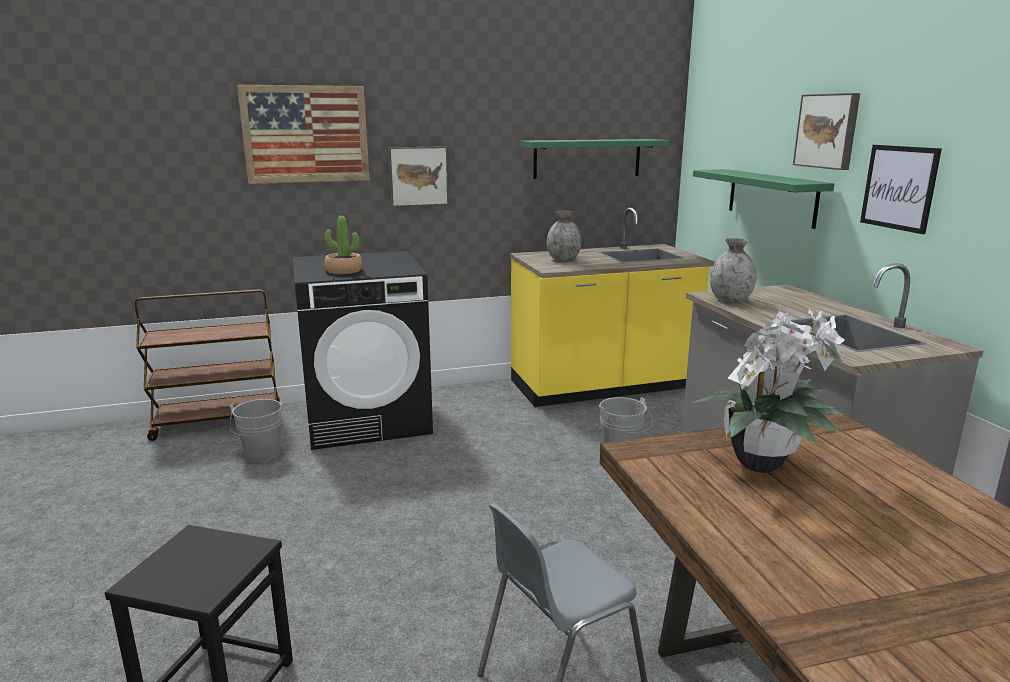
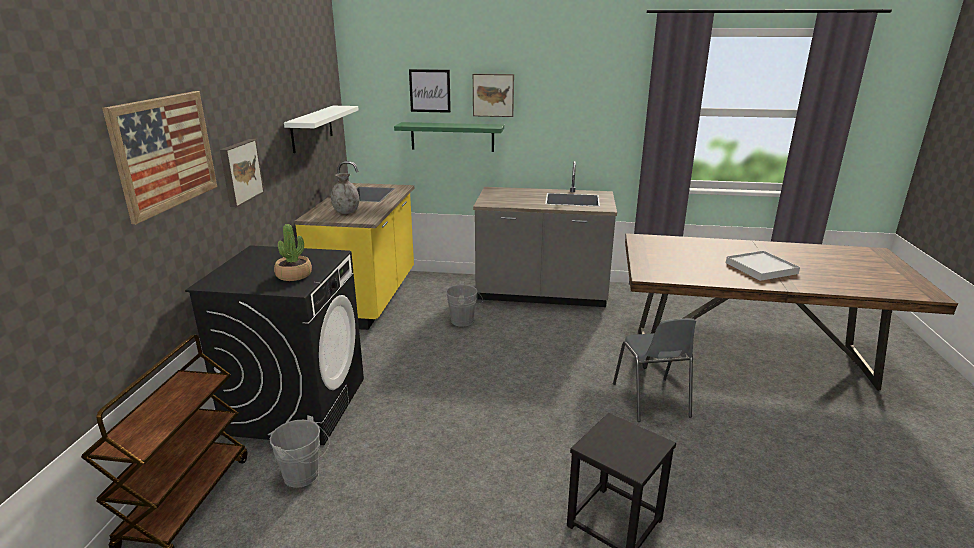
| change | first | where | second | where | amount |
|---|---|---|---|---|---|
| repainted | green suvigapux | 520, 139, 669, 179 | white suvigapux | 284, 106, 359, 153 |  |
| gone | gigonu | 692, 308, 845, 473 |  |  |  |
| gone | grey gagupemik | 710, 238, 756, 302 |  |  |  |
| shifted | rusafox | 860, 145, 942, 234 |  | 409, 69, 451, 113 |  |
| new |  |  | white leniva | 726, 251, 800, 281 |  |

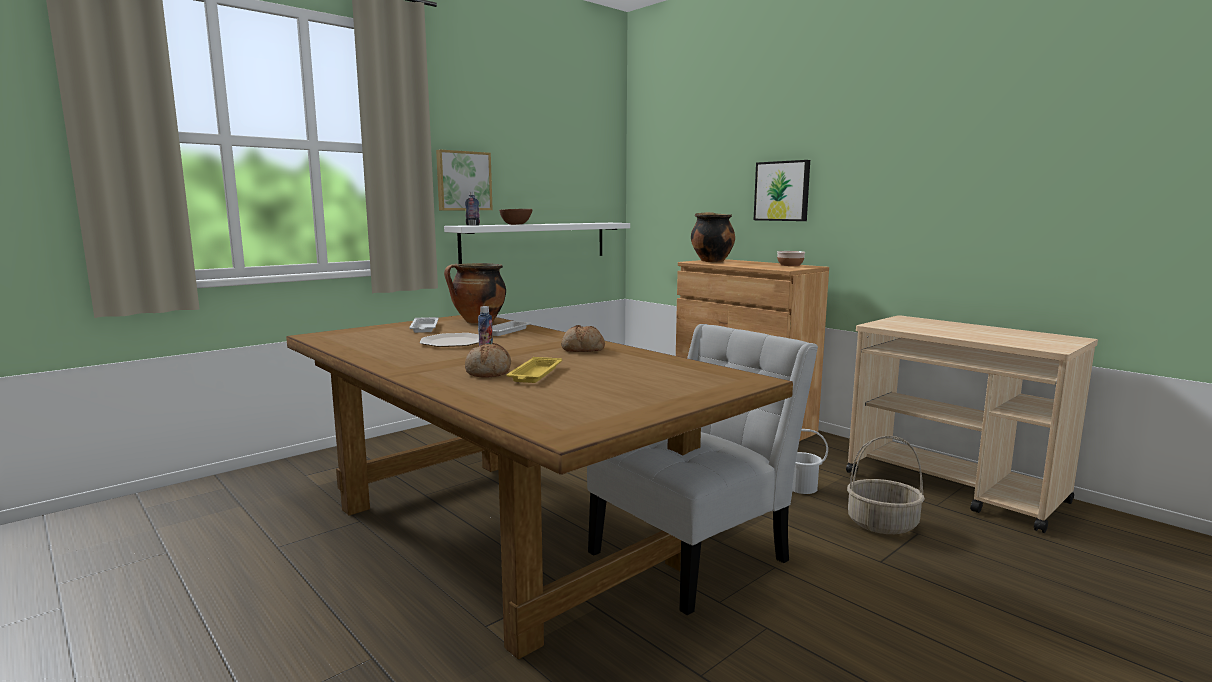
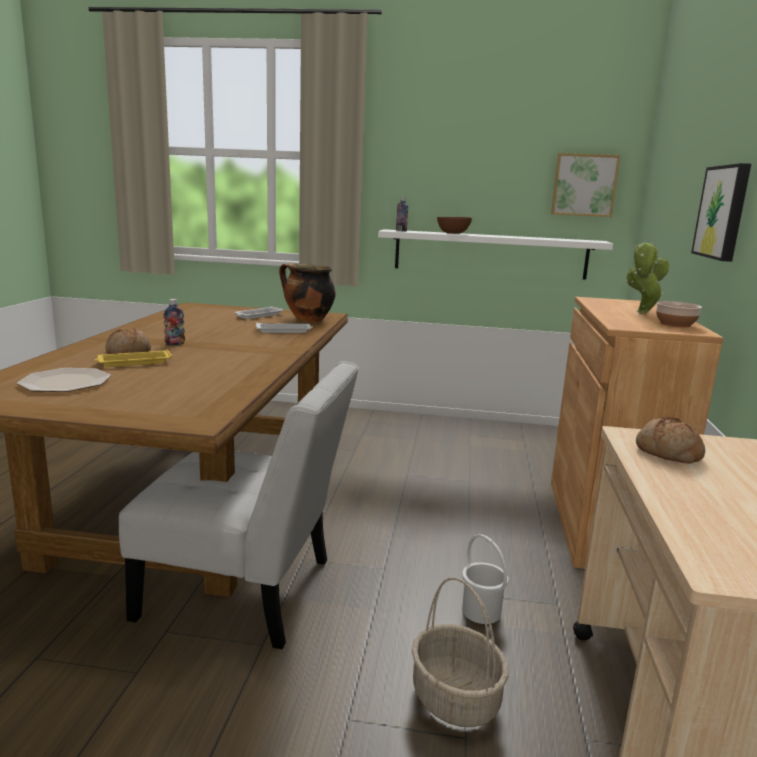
| change | first | where | second | where | amount |
|---|---|---|---|---|---|
| shifted | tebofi | 420, 333, 479, 347 |  | 17, 368, 111, 392 |  |
| shifted | rusafox | 436, 150, 493, 210 |  | 551, 153, 621, 217 |  |
| shifted | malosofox | 561, 325, 605, 352 |  | 636, 417, 705, 464 |  |
| gone | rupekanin | 691, 212, 735, 262 |  |  |  |
| new |  |  | gigonu | 626, 242, 669, 313 |  |

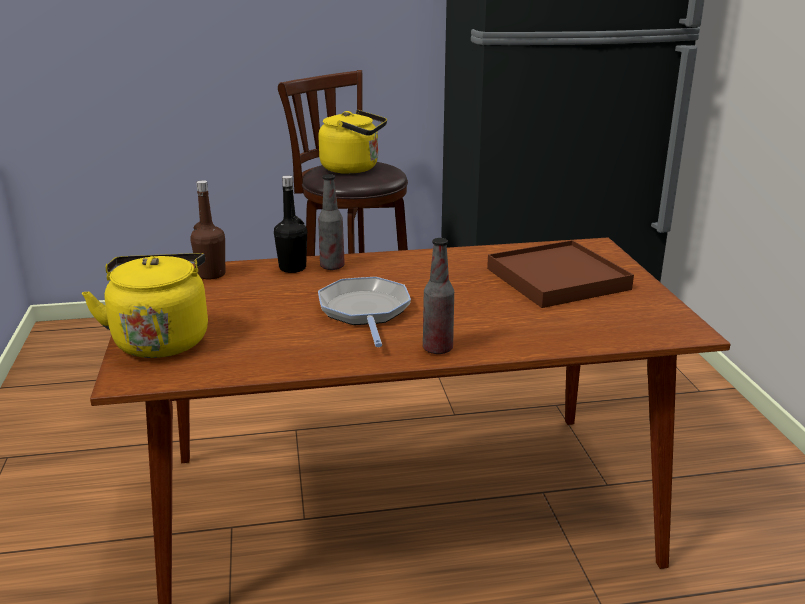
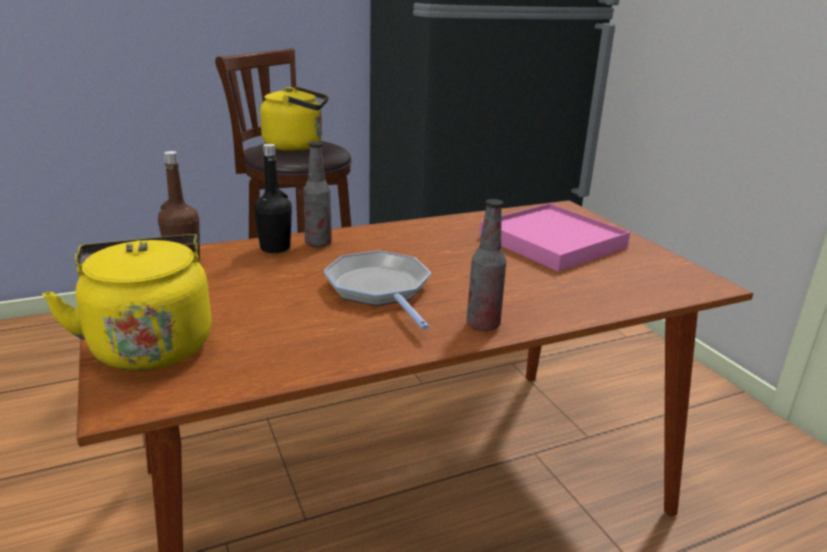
| change | first | where | second | where | amount |
|---|---|---|---|---|---|
| repainted | brown leniva | 487, 240, 634, 308 | pink leniva | 479, 203, 630, 272 |  |

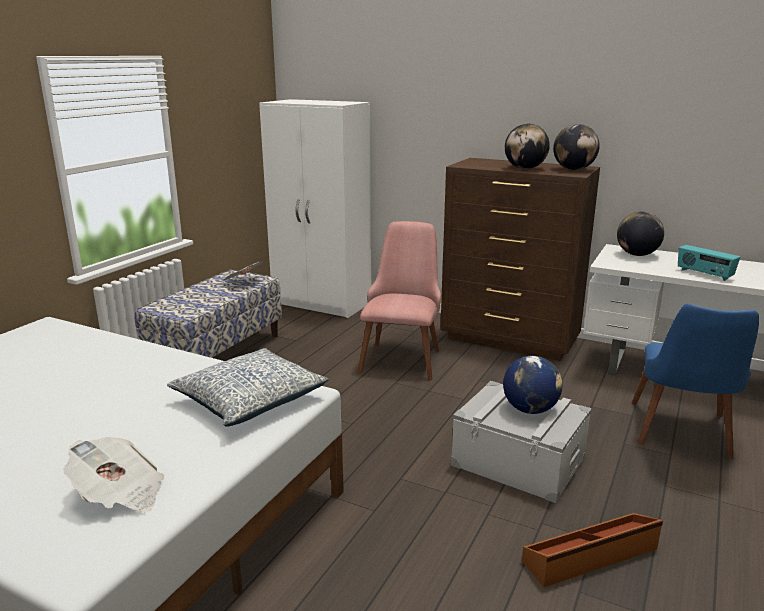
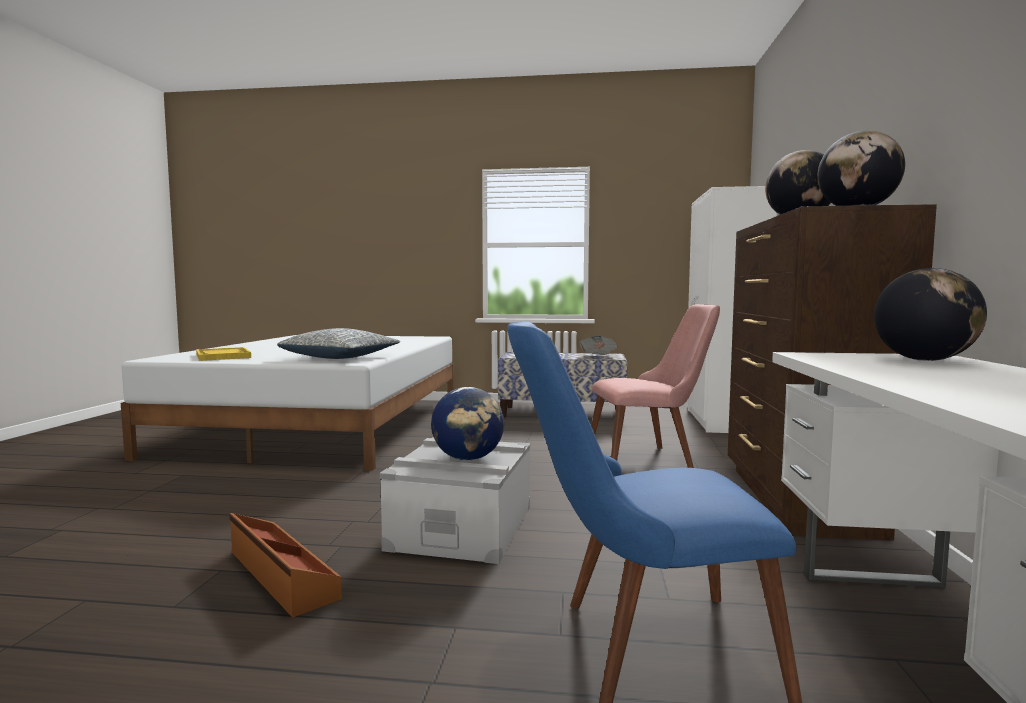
| change | first | where | second | where | amount |
|---|---|---|---|---|---|
| swapped | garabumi | 63, 437, 165, 512 | yellow leniva | 196, 347, 251, 361 |  |
| gone | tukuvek | 678, 245, 740, 281 |  |  |  |

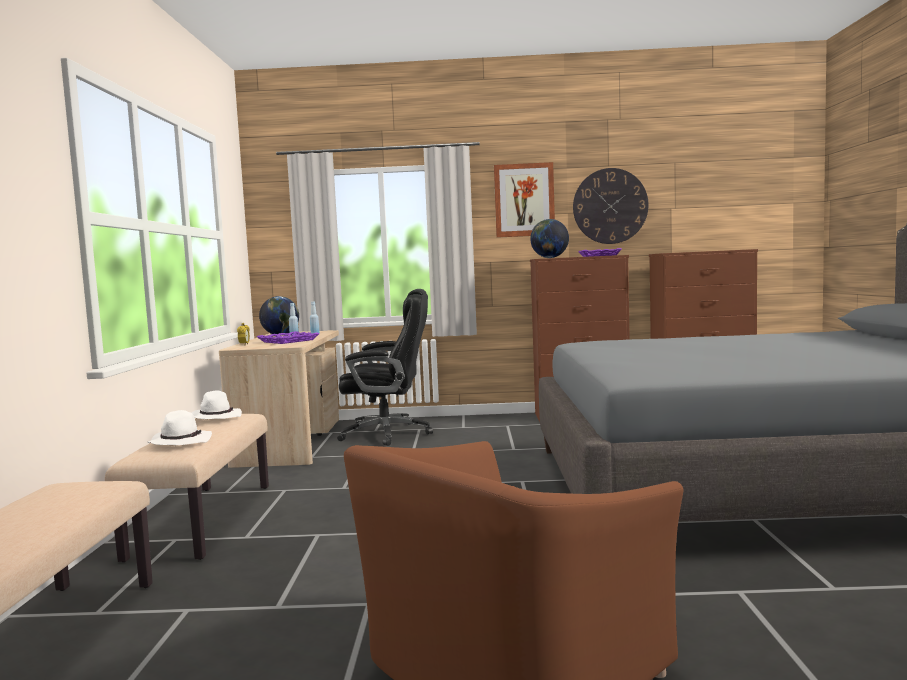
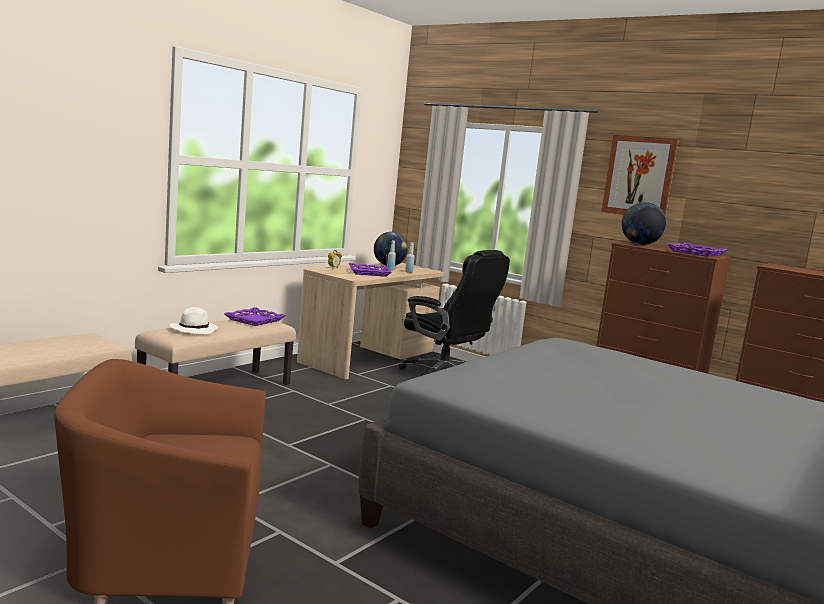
| change | first | where | second | where | amount |
|---|---|---|---|---|---|
| swapped | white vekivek | 192, 390, 242, 419 | purple leniva | 224, 307, 286, 326 |  |
| gone | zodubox | 573, 168, 649, 244 |  |  |  |

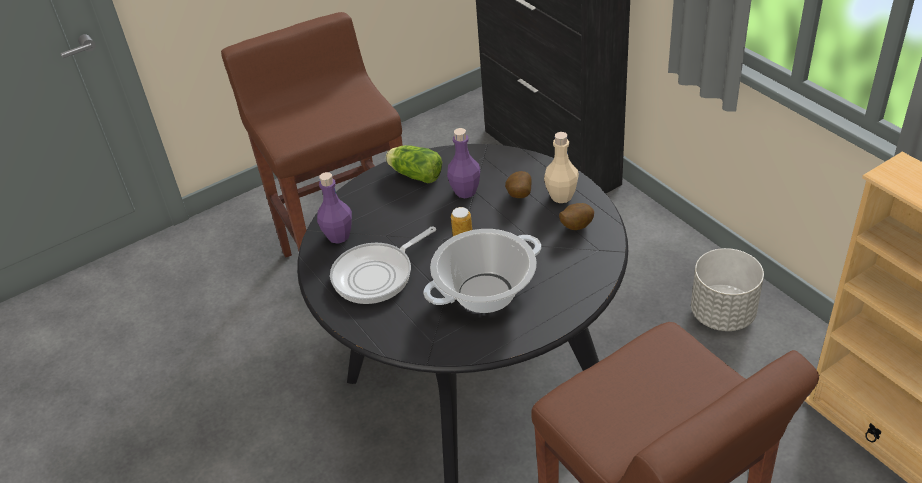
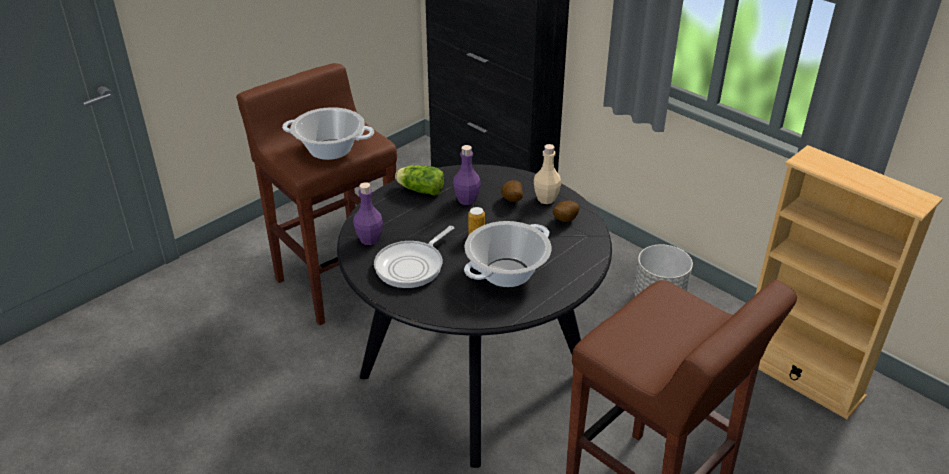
| change | first | where | second | where | amount |
|---|---|---|---|---|---|
| new |  |  | rupekanin | 282, 107, 374, 160 |  |

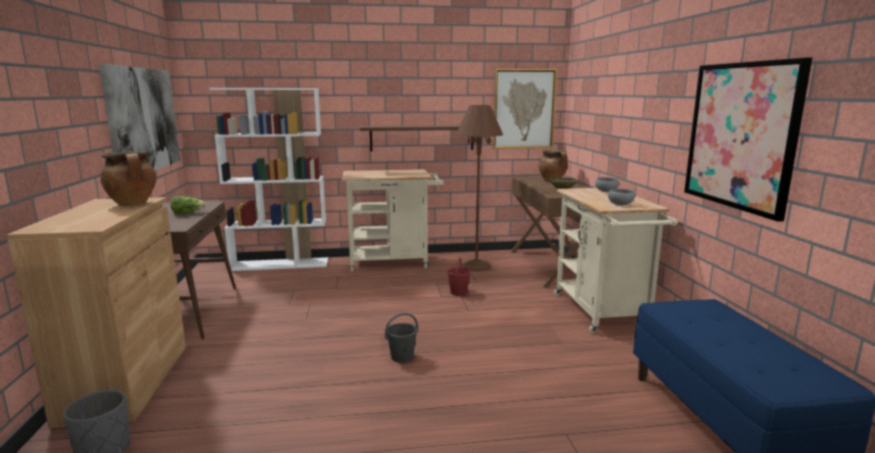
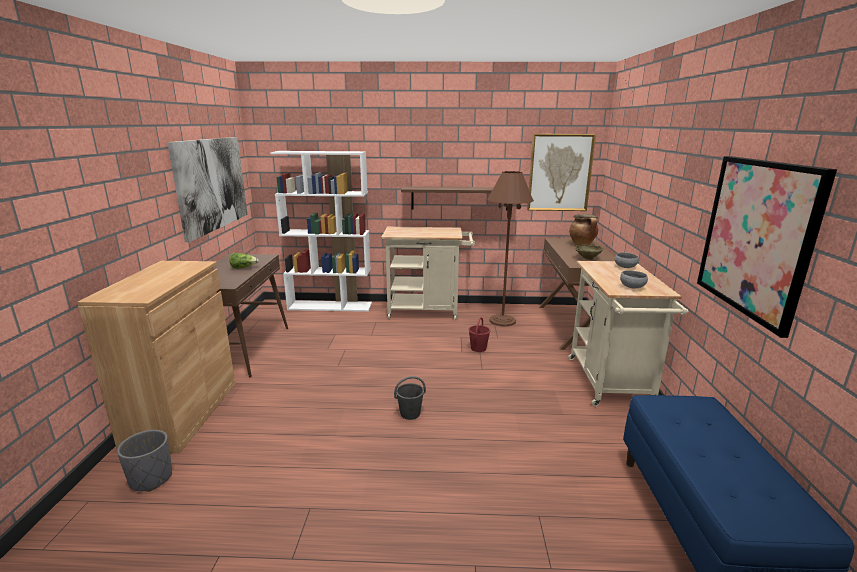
| change | first | where | second | where | amount |
|---|---|---|---|---|---|
| gone | rupekanin | 100, 151, 156, 206 |  |  |  |

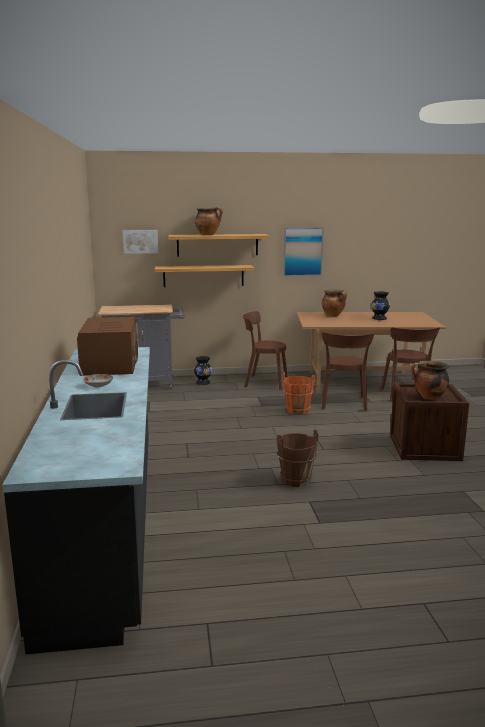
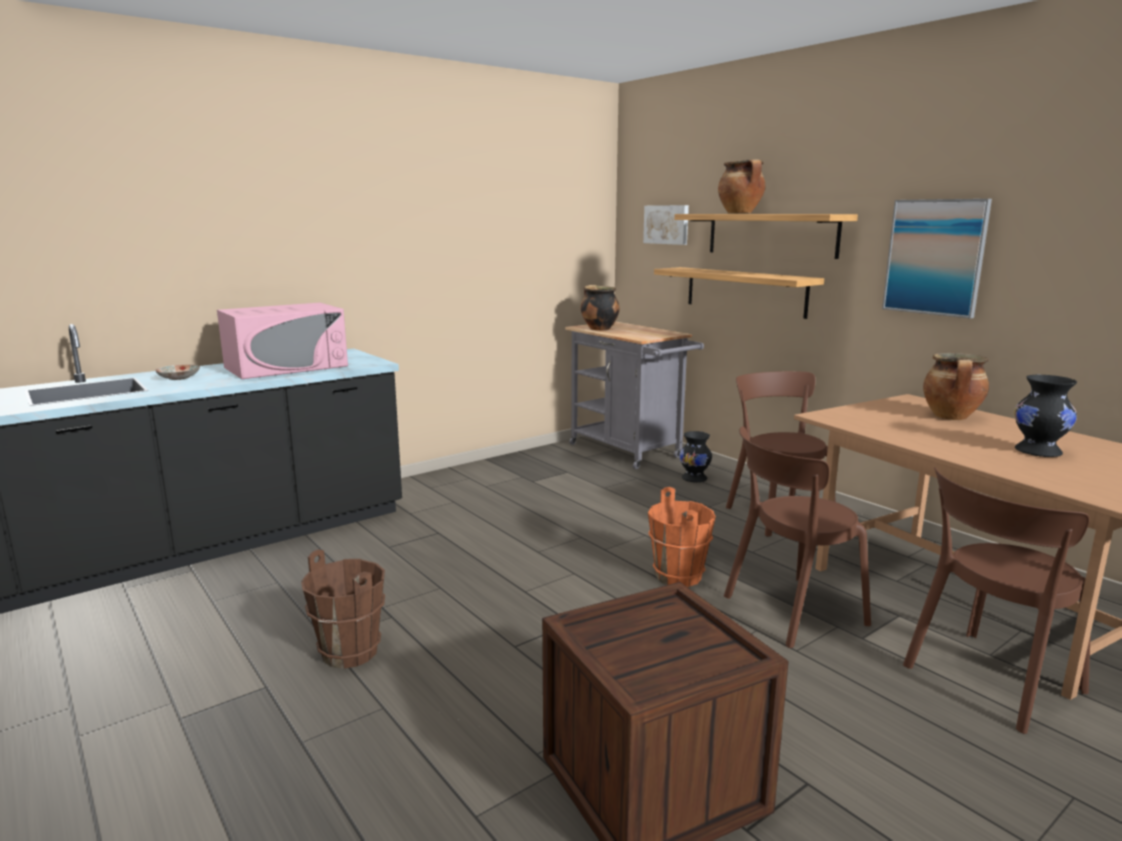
| change | first | where | second | where | amount |
|---|---|---|---|---|---|
| repainted | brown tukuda | 77, 317, 138, 376 | pink tukuda | 217, 303, 348, 379 |  |
| shifted | rupekanin | 411, 361, 449, 400 |  | 580, 285, 620, 331 |  |

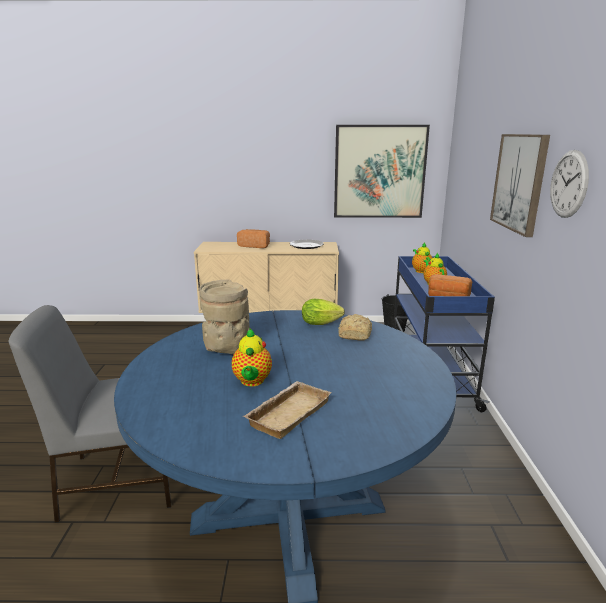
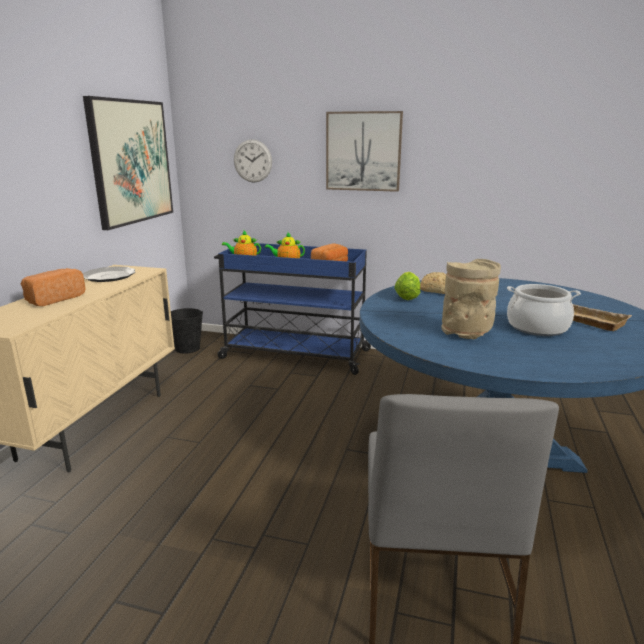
| change | first | where | second | where | amount |
|---|---|---|---|---|---|
| swapped | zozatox | 232, 329, 272, 387 | rupekanin | 507, 284, 581, 336 |  |
| shifted | zodubox | 550, 150, 589, 218 |  | 234, 139, 272, 183 |  |

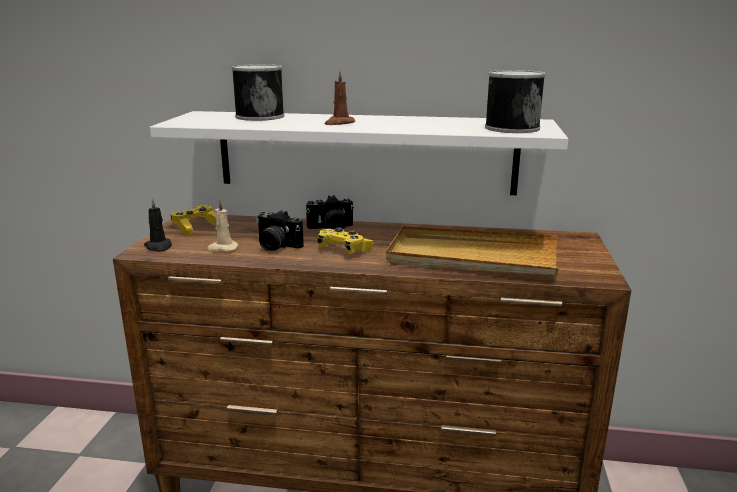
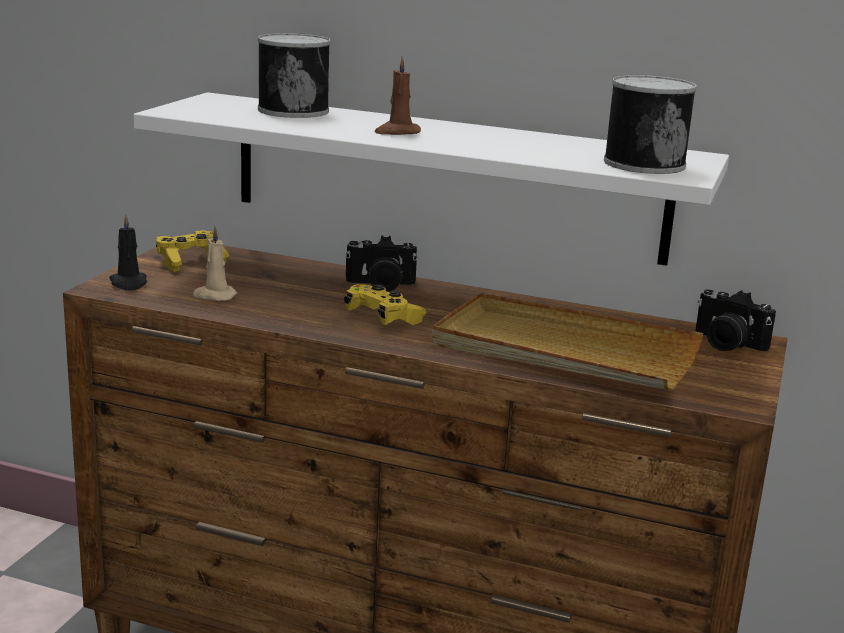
| change | first | where | second | where | amount |
|---|---|---|---|---|---|
| shifted | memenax | 256, 210, 304, 251 |  | 695, 289, 776, 351 |  |

